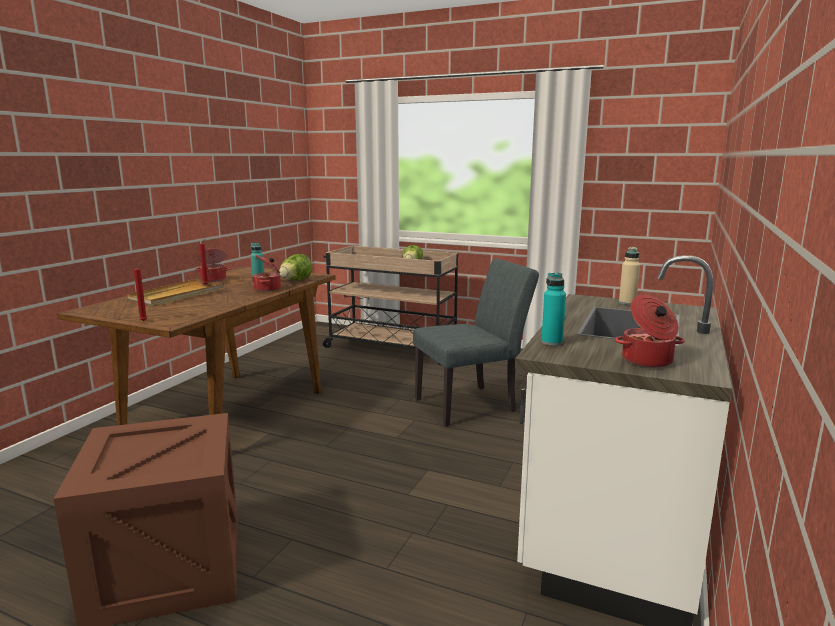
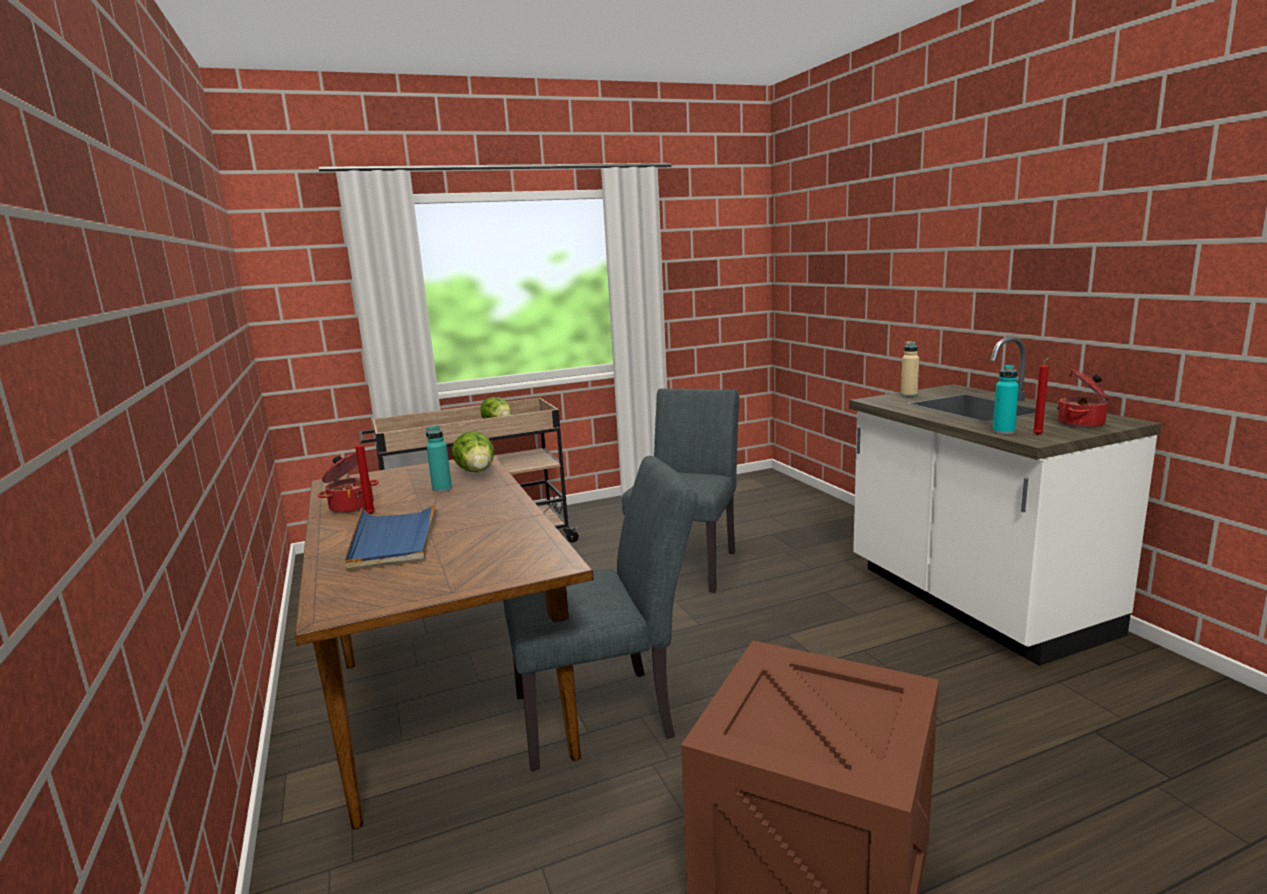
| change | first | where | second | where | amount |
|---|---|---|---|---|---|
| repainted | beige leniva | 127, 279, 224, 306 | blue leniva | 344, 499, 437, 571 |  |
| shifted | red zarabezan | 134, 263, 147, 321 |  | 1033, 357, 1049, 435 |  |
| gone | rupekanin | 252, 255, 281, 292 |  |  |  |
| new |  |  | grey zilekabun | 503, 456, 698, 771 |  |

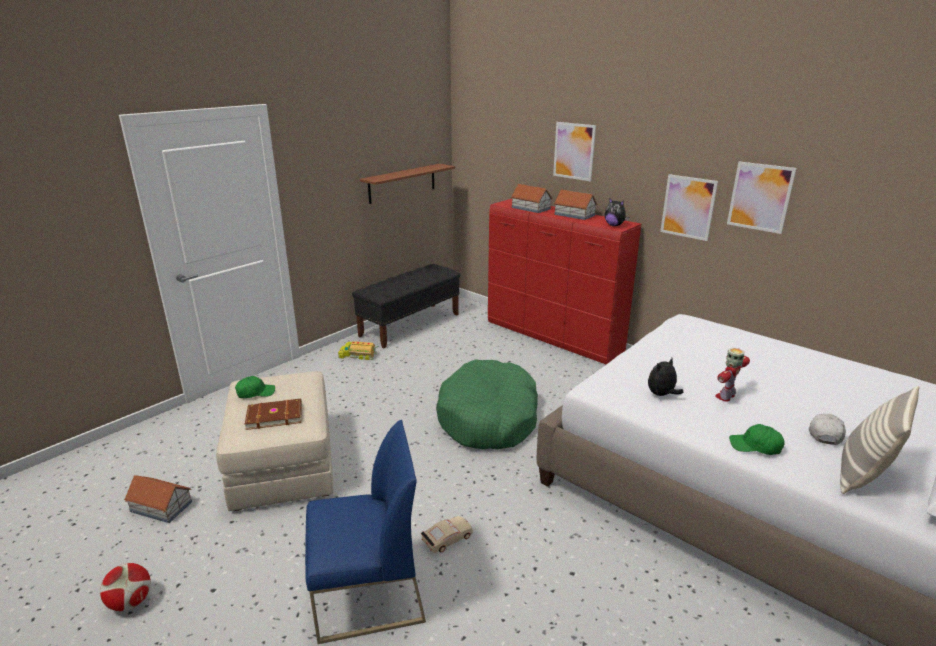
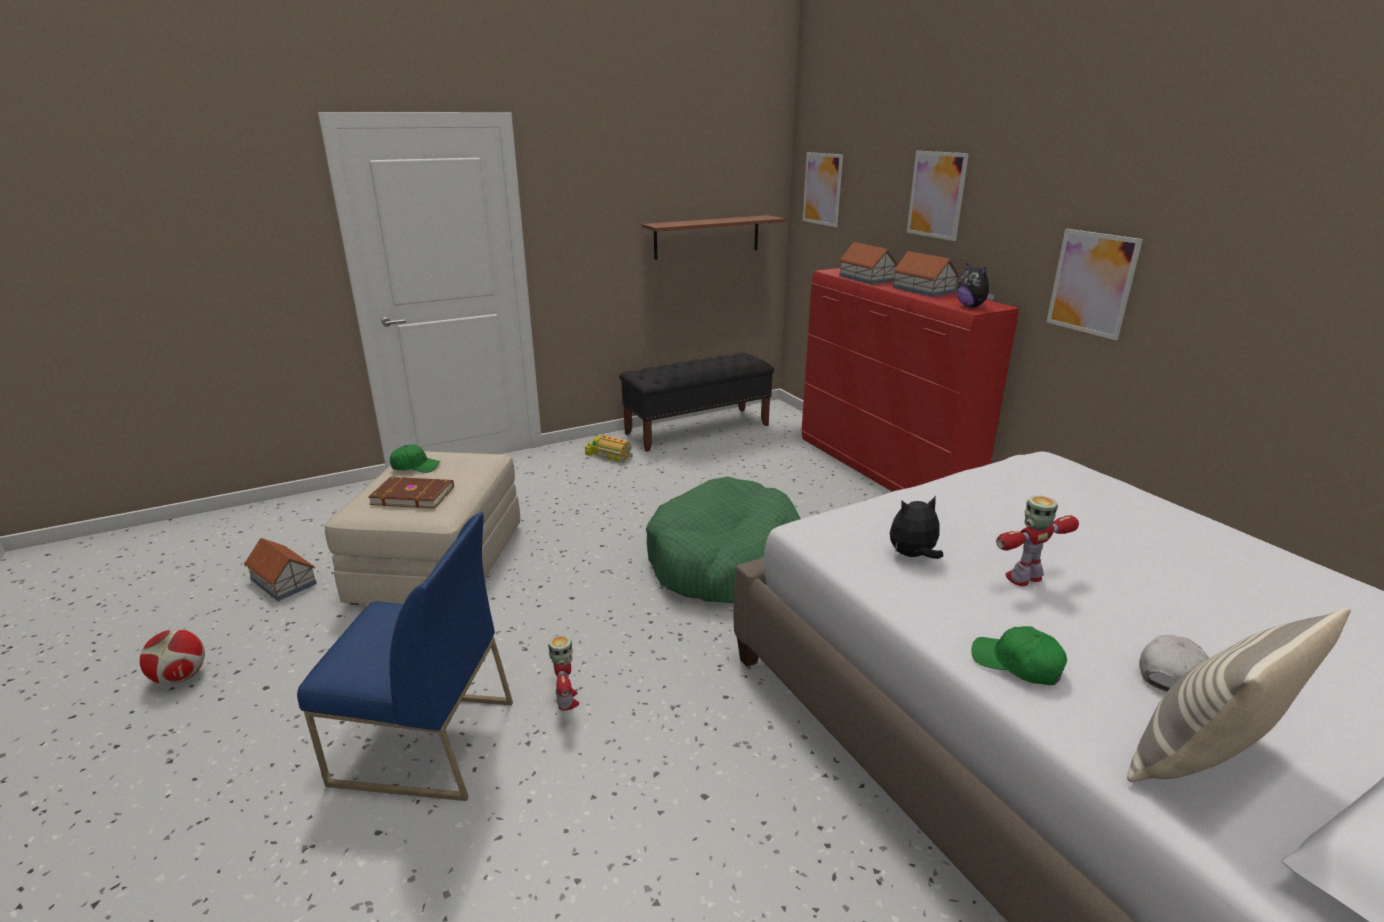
| change | first | where | second | where | amount |
|---|---|---|---|---|---|
| swapped | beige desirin | 421, 516, 473, 553 | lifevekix | 548, 635, 580, 711 |  |
| shifted | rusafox | 727, 162, 797, 234 |  | 803, 152, 843, 227 |  |

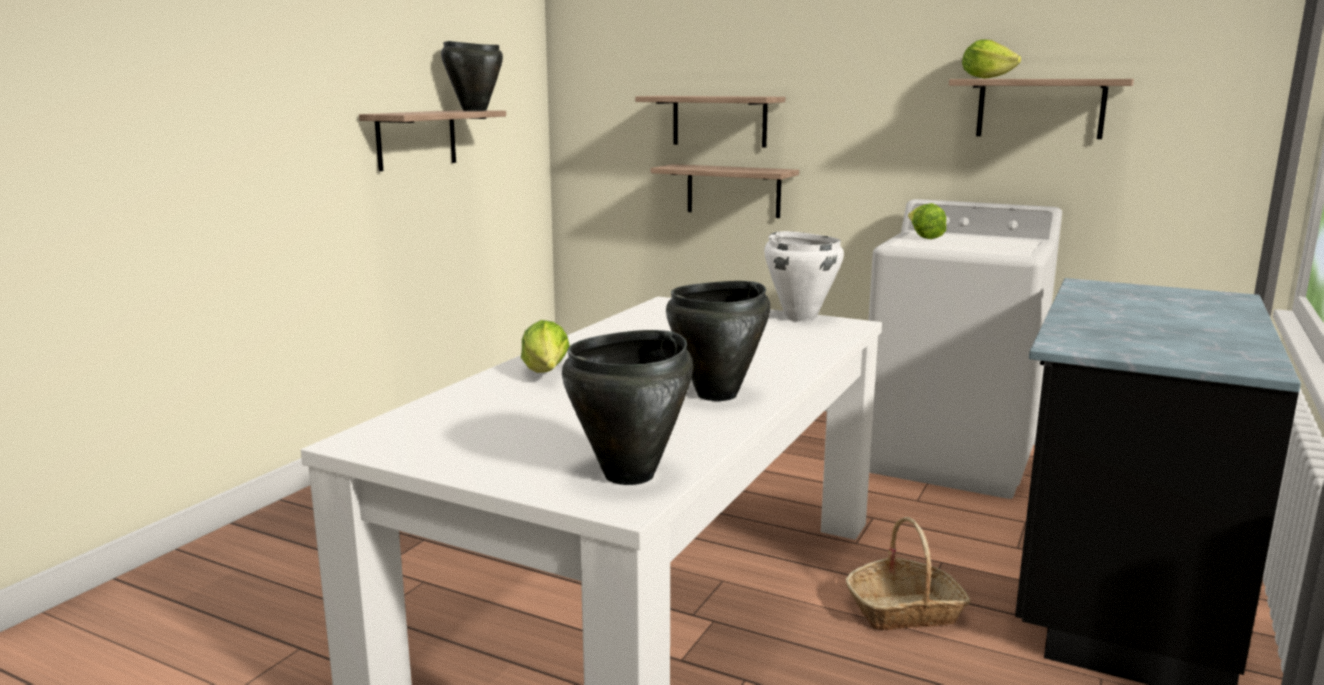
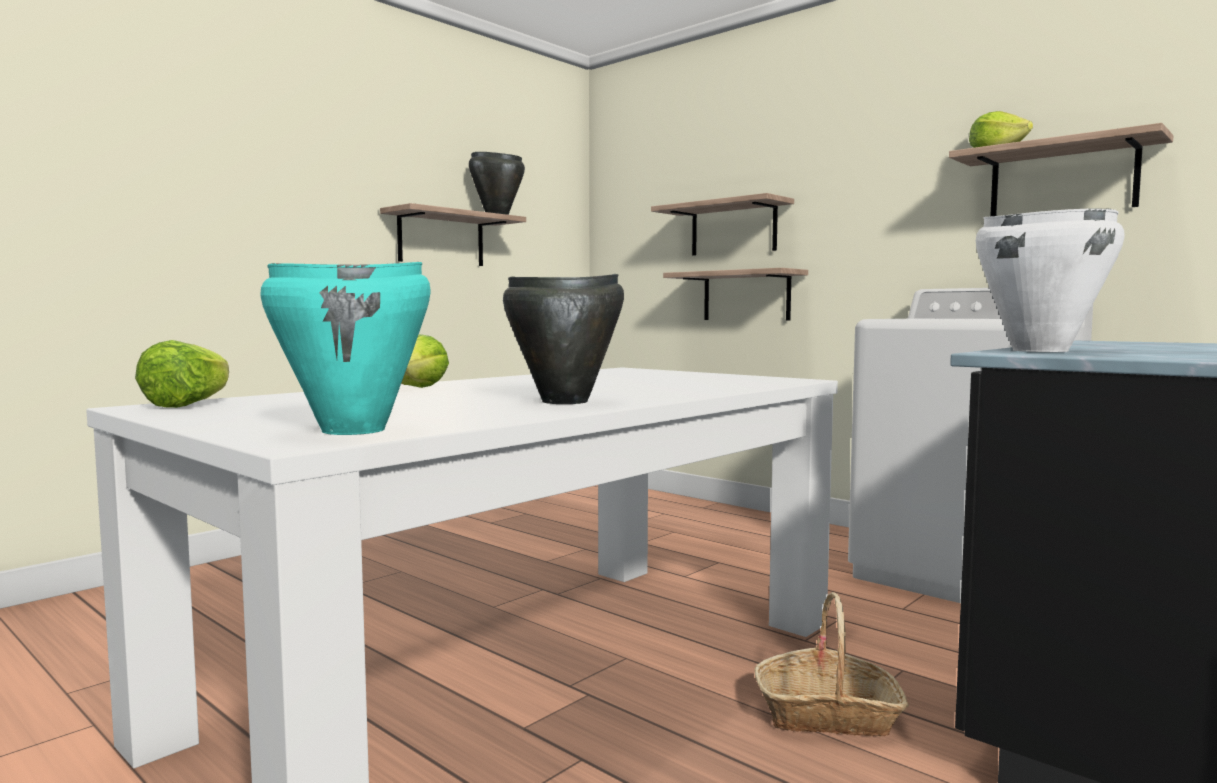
| change | first | where | second | where | amount |
|---|---|---|---|---|---|
| repainted | black rupekanin | 562, 330, 693, 485 | turquoise rupekanin | 260, 262, 431, 435 |  |
| shifted | white rupekanin | 764, 231, 844, 322 |  | 976, 208, 1125, 352 |  |
| shifted | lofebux | 908, 203, 946, 239 |  | 135, 340, 229, 408 |  |

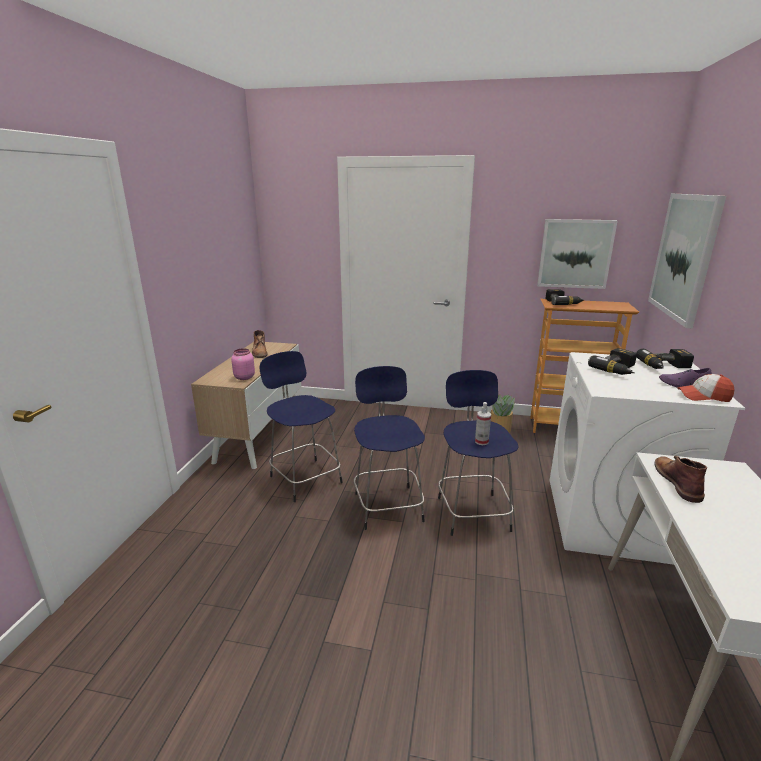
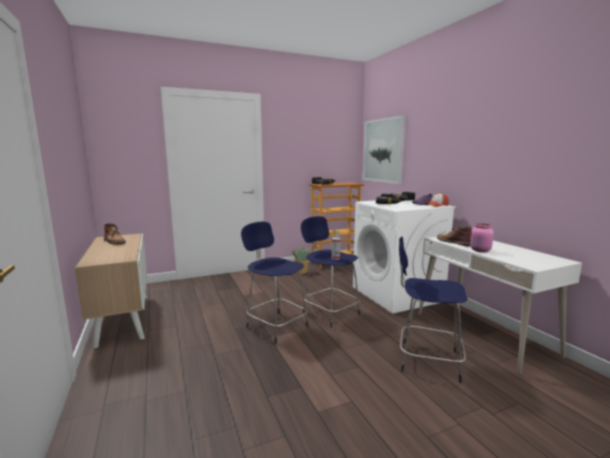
| change | first | where | second | where | amount |
|---|---|---|---|---|---|
| shifted | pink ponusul | 231, 348, 255, 380 |  | 470, 223, 494, 252 |  |
| shifted | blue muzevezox | 259, 351, 343, 502 |  | 399, 237, 468, 383 |  |
| gone | rusafox | 537, 219, 618, 289 |  |  |  |

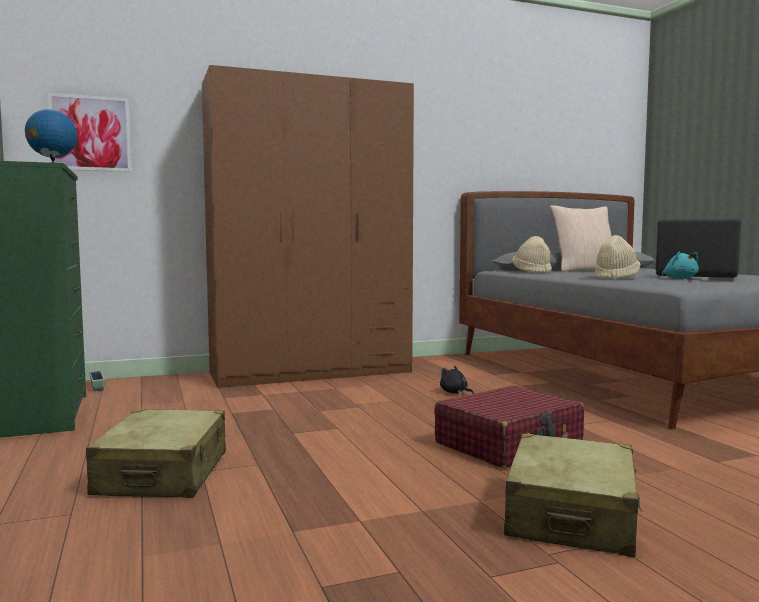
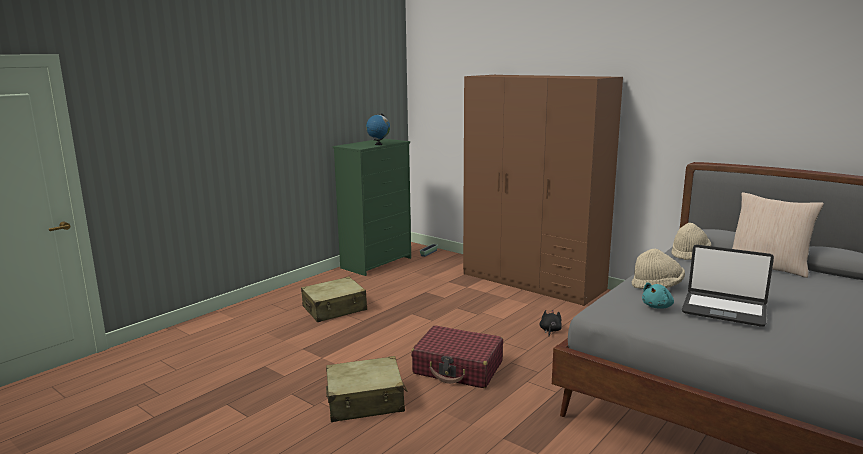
| change | first | where | second | where | amount |
|---|---|---|---|---|---|
| gone | rusafox | 48, 93, 131, 172 |  |  |  |
| rotated | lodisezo | 656, 219, 741, 278 |  | 682, 245, 774, 327 | 120 degrees clockwise |

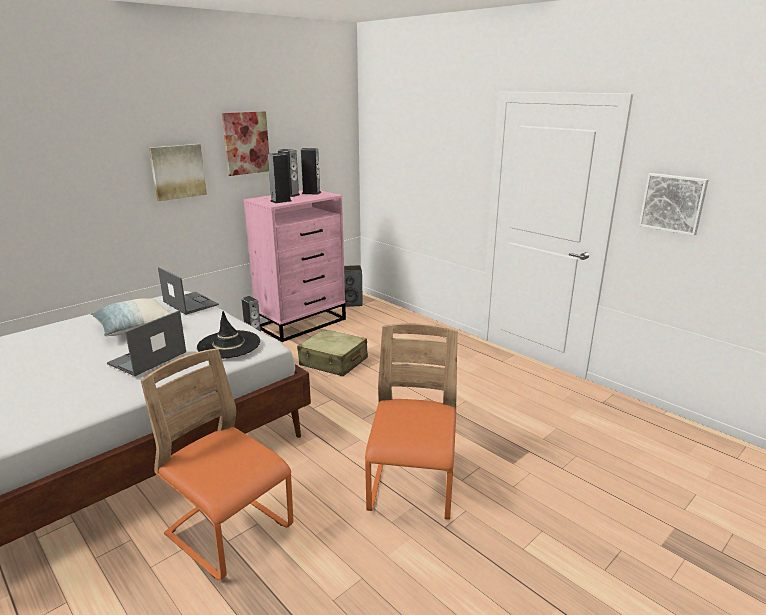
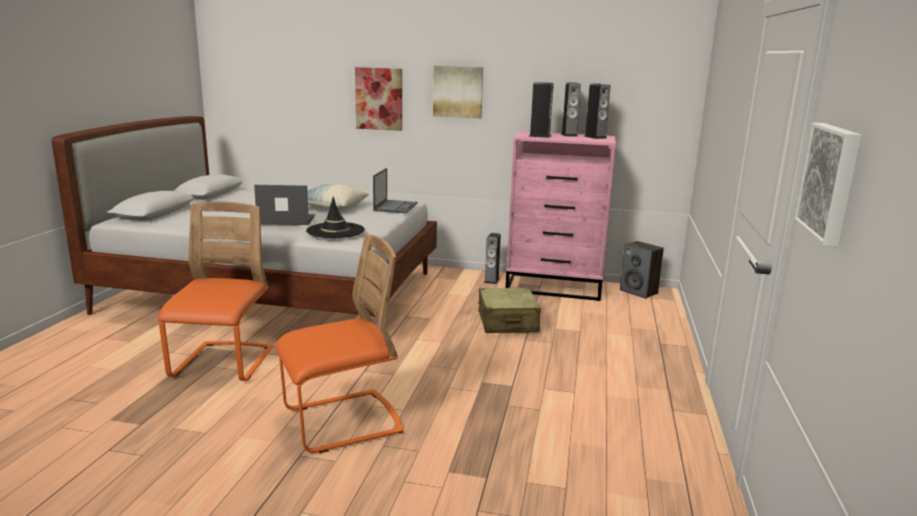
| change | first | where | second | where | amount |
|---|---|---|---|---|---|
| shifted | rusafox | 222, 111, 269, 176 |  | 355, 67, 402, 131 |  |

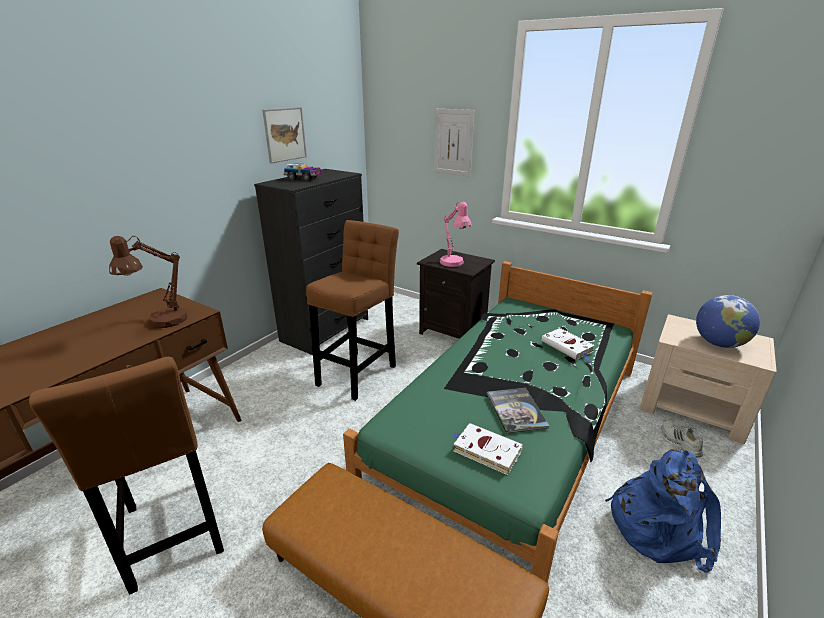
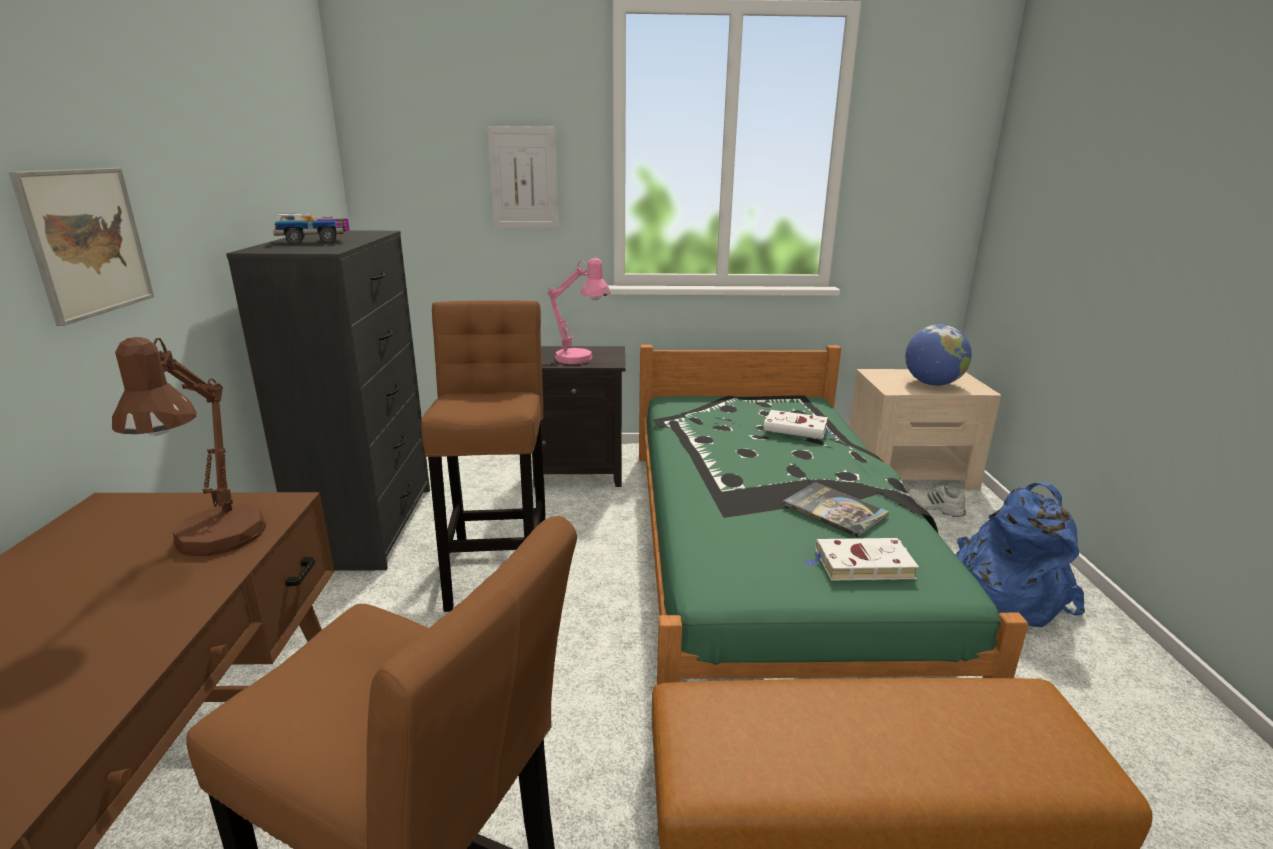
| change | first | where | second | where | amount |
|---|---|---|---|---|---|
| shifted | rusafox | 262, 107, 307, 163 |  | 8, 168, 154, 326 |  |

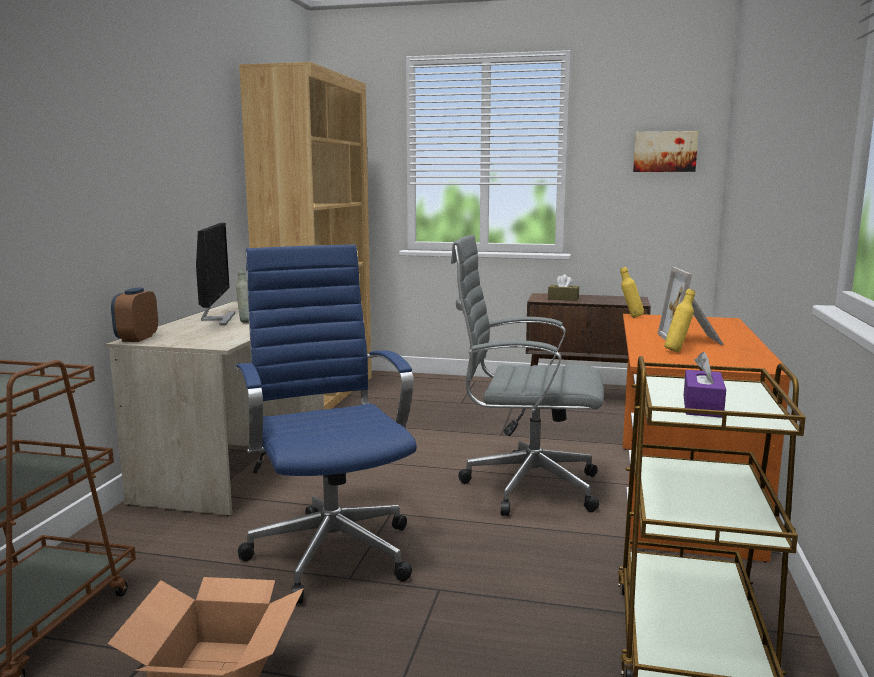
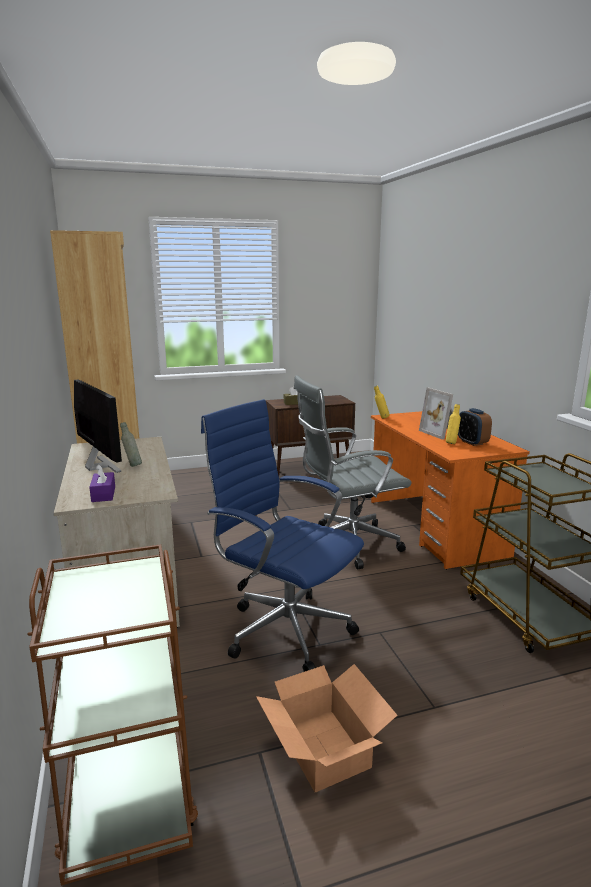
| change | first | where | second | where | amount |
|---|---|---|---|---|---|
| shifted | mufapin | 111, 288, 158, 342 |  | 458, 408, 492, 446 |  |
| gone | rusafox | 633, 131, 698, 172 |  |  |  |
| shifted | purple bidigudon | 684, 352, 726, 418 |  | 89, 464, 115, 502 |  |

